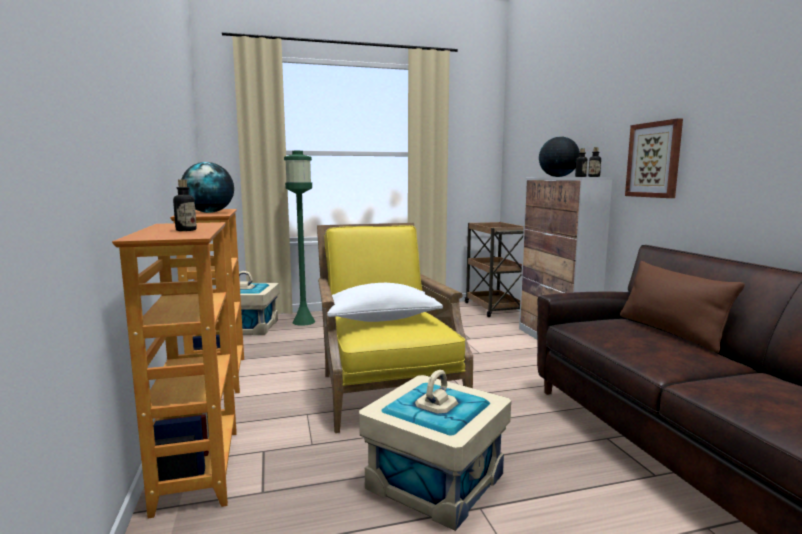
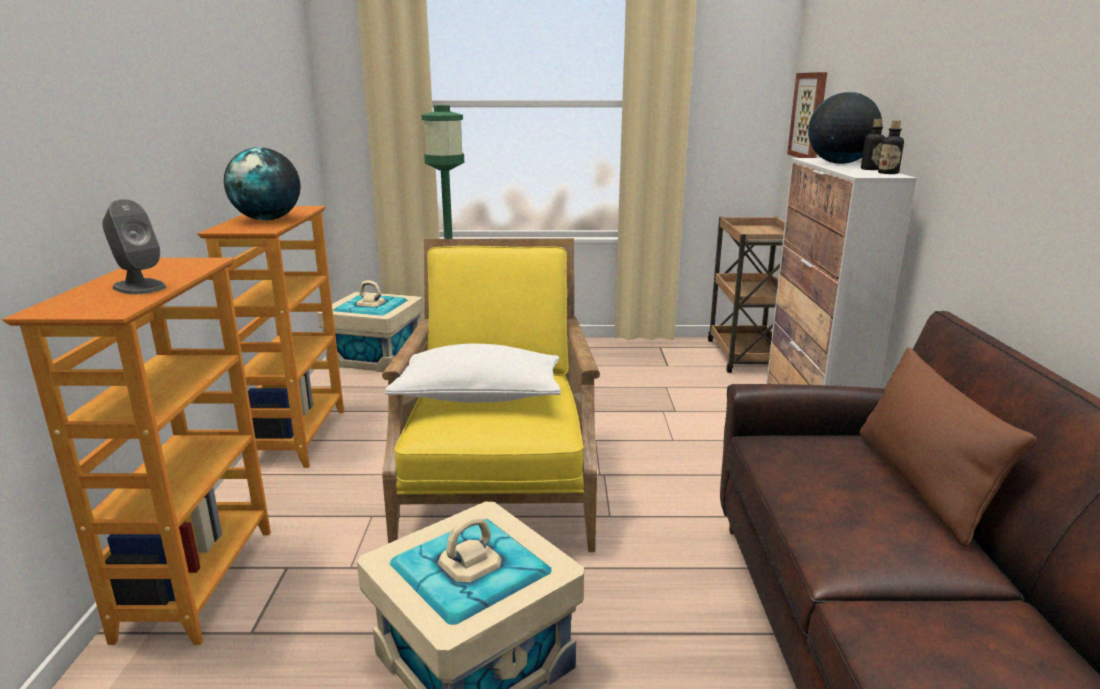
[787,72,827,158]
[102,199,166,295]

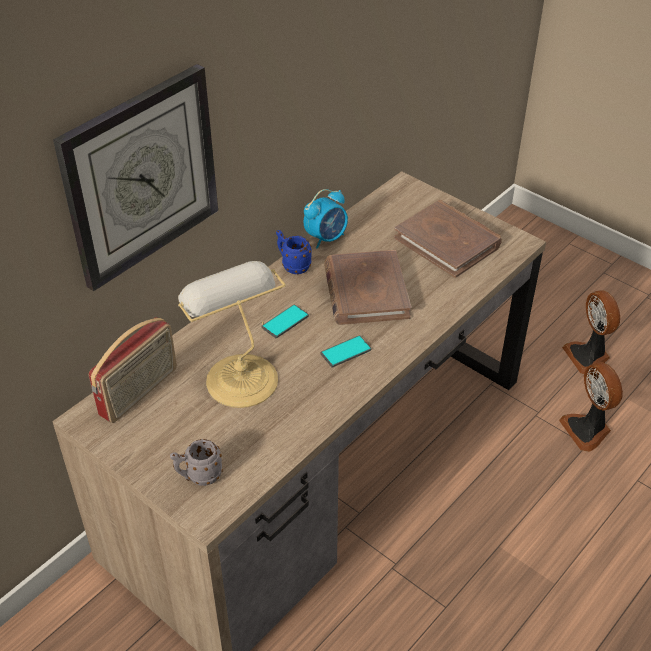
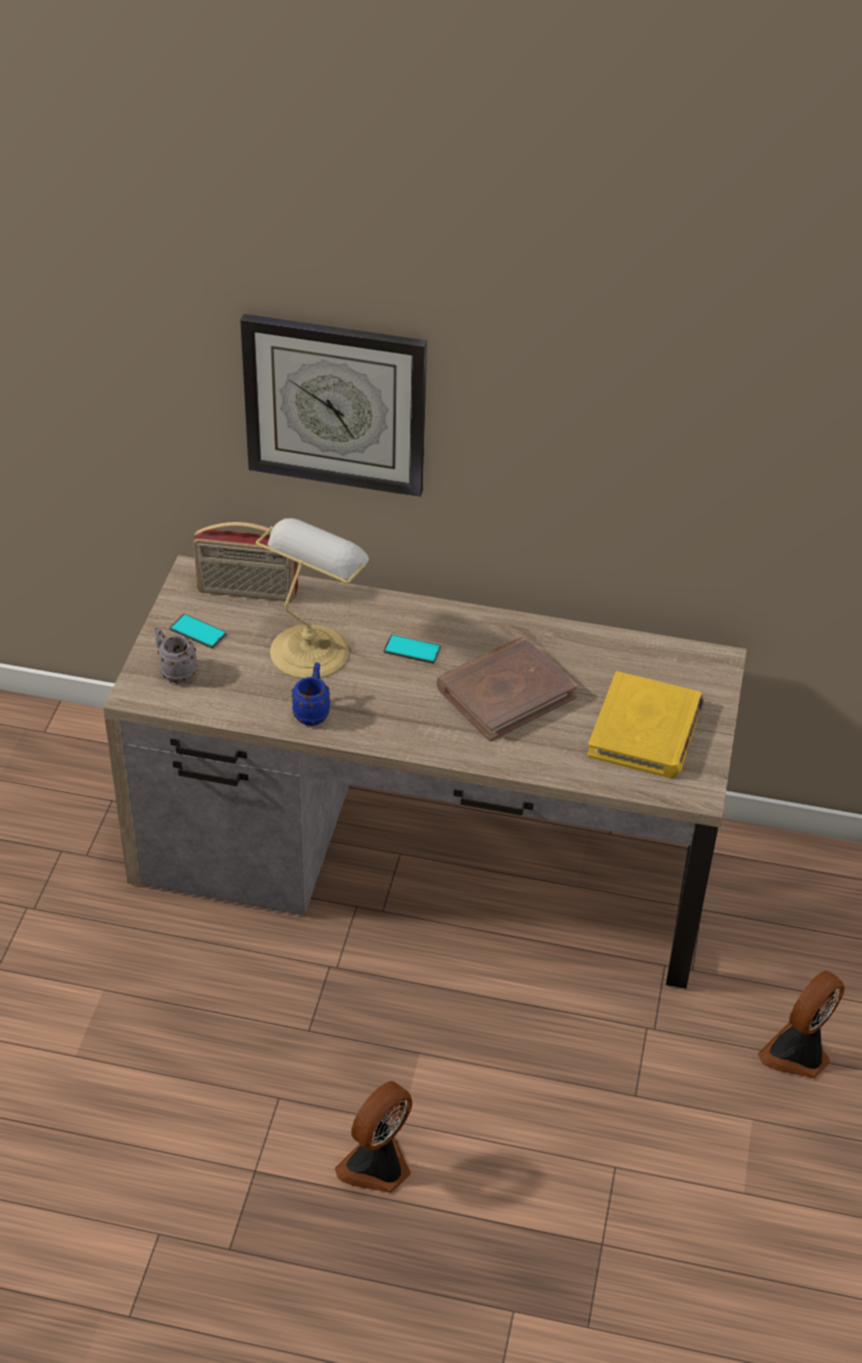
[304,189,348,249] (first image)
[292,662,330,726]
[169,614,226,648]
[335,1081,412,1193]
[587,671,704,778]

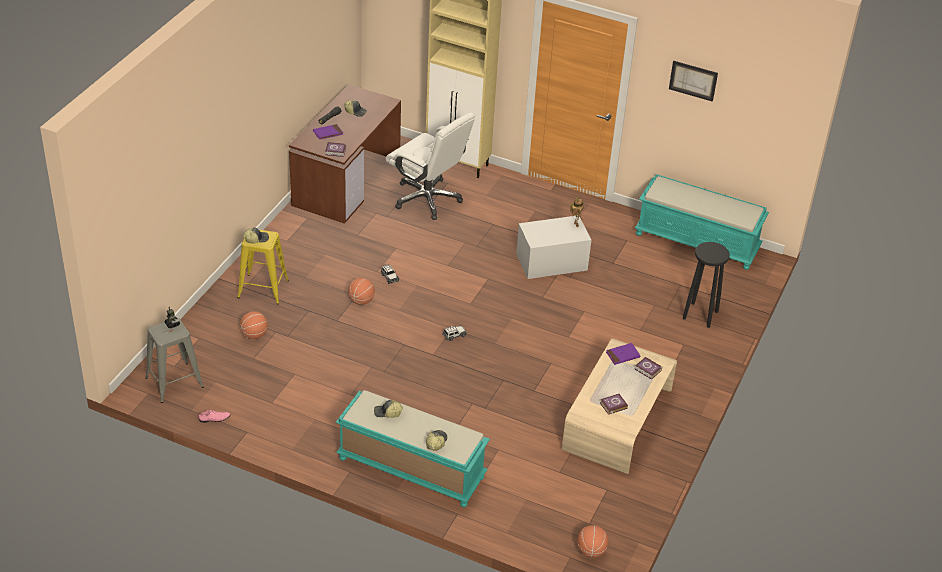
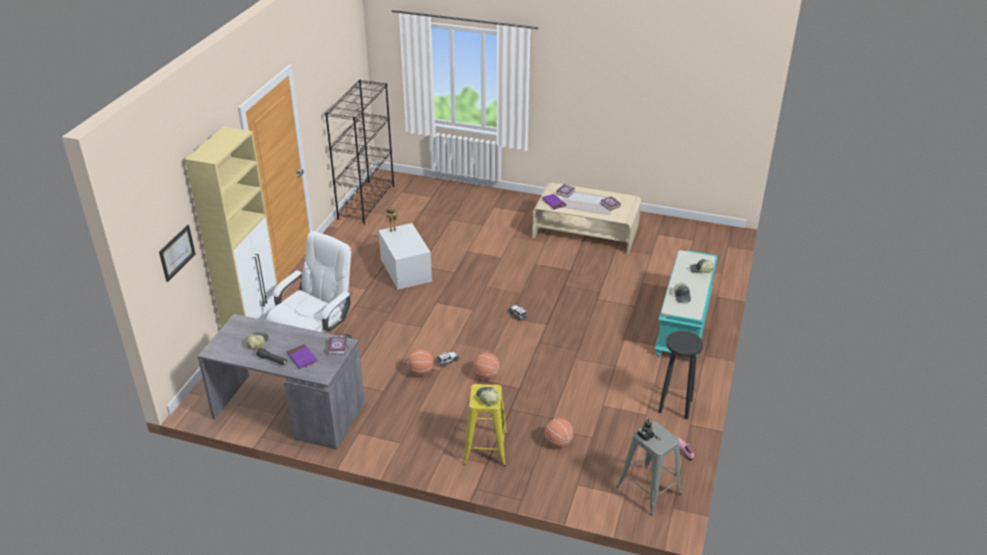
[408,349,434,376]
[159,225,196,282]
[658,331,703,419]
[325,80,394,224]
[198,314,365,450]

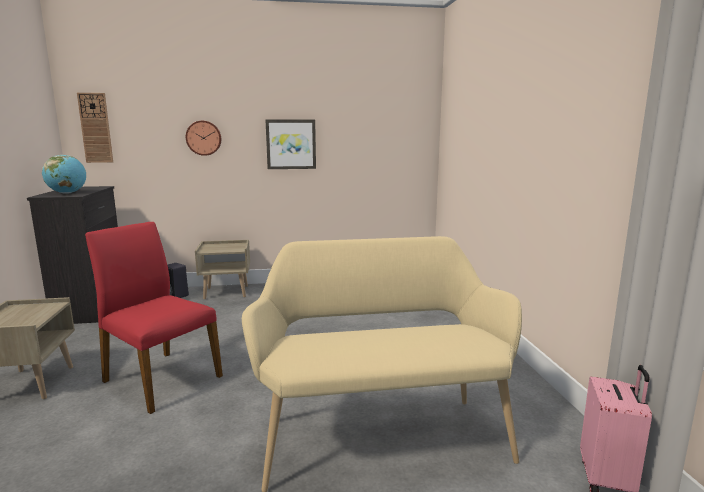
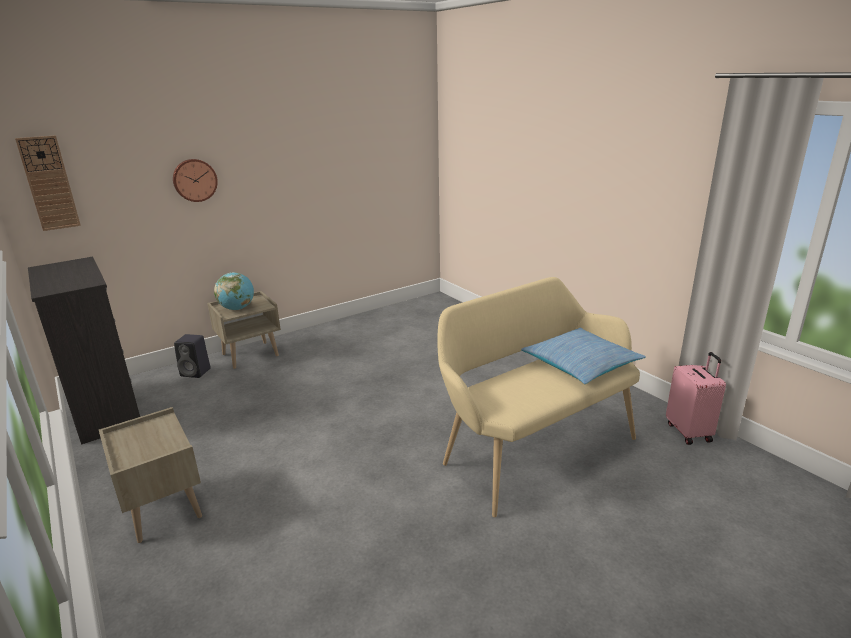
[85,222,223,414] (first image)
[265,119,316,169] (first image)
[521,327,646,384]
[214,272,254,310]

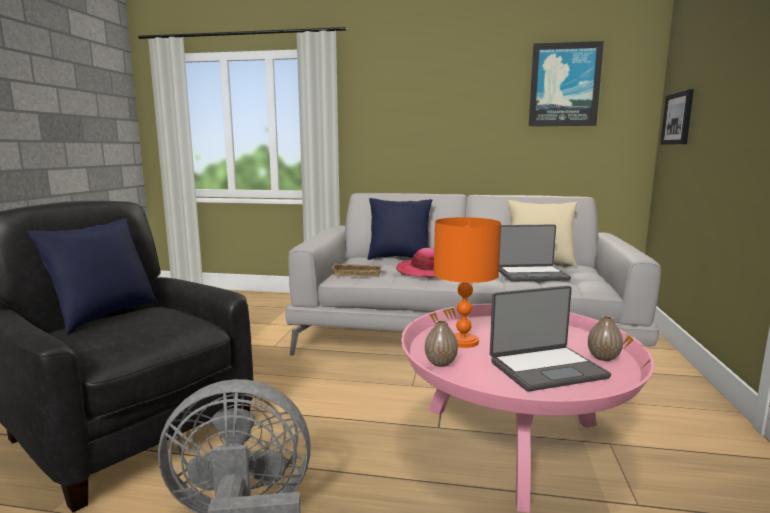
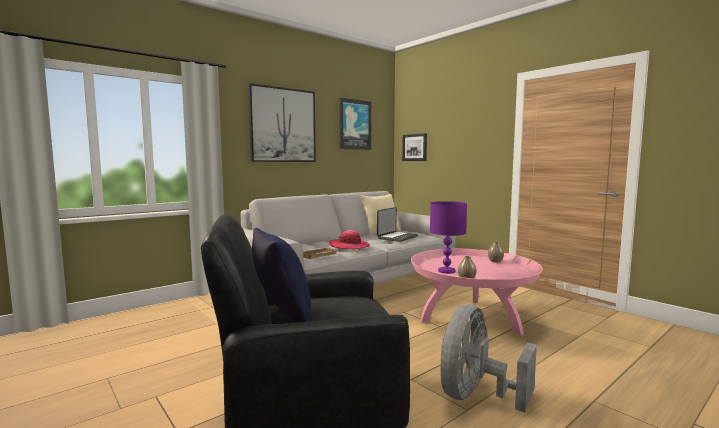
[367,198,432,260] (first image)
[490,286,611,392] (first image)
[248,83,316,162]
[430,201,467,274]

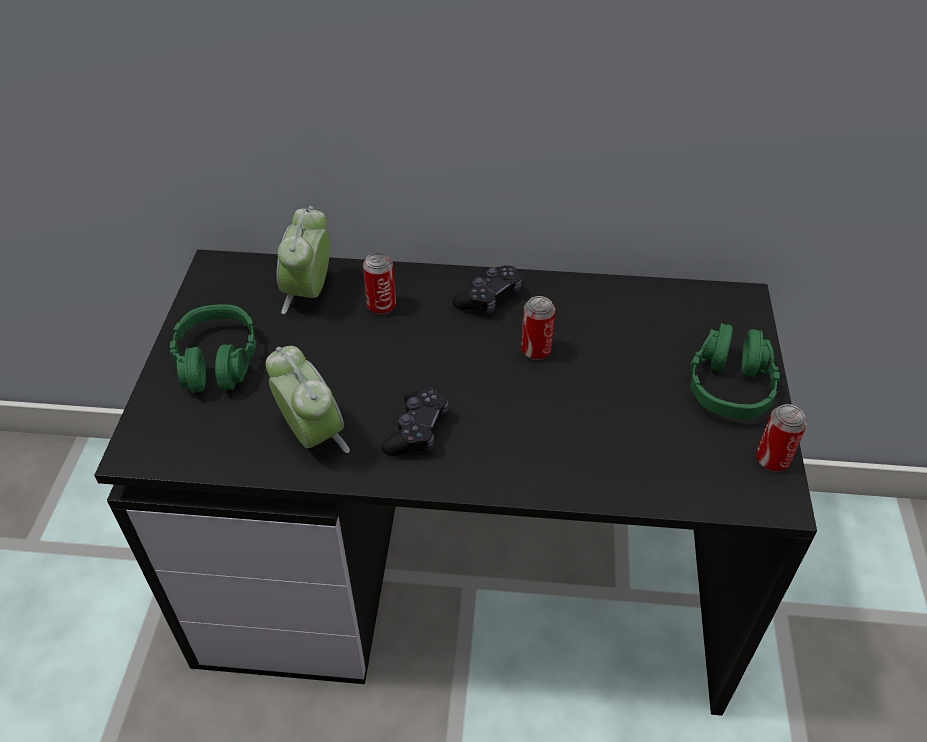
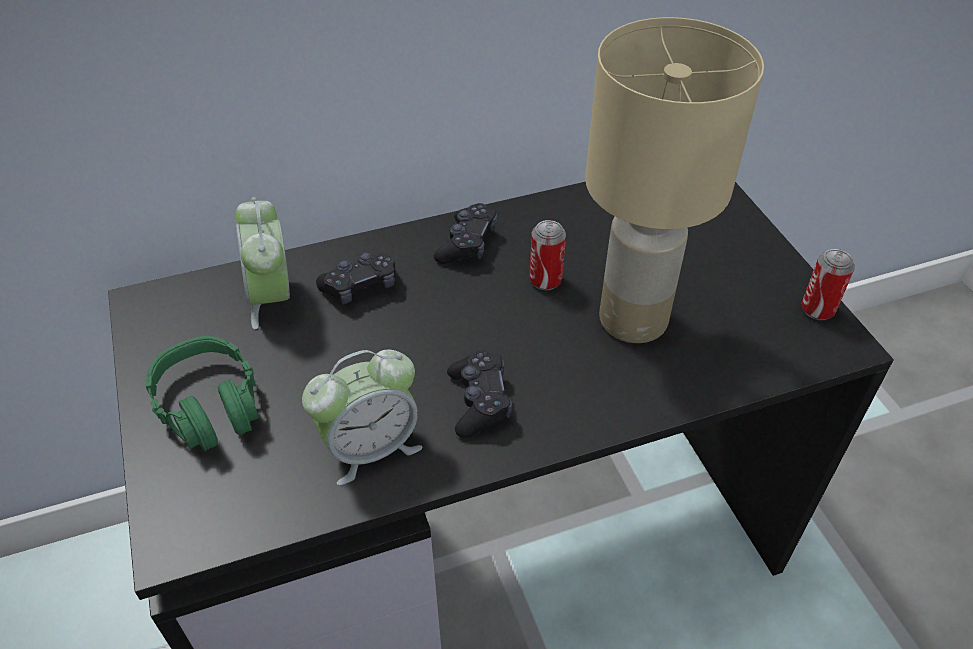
[690,323,780,419] (first image)
[585,17,764,343]
[316,252,395,304]
[302,350,423,485]

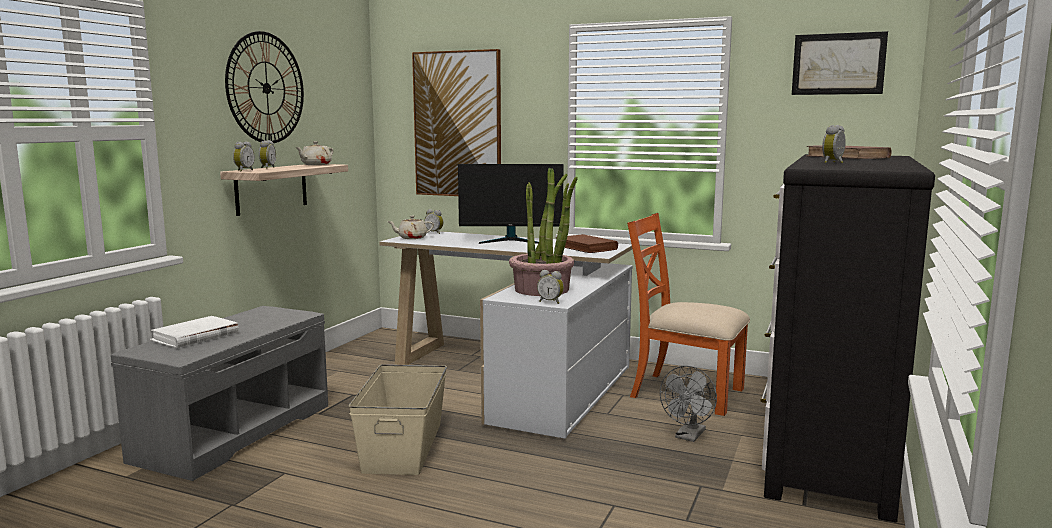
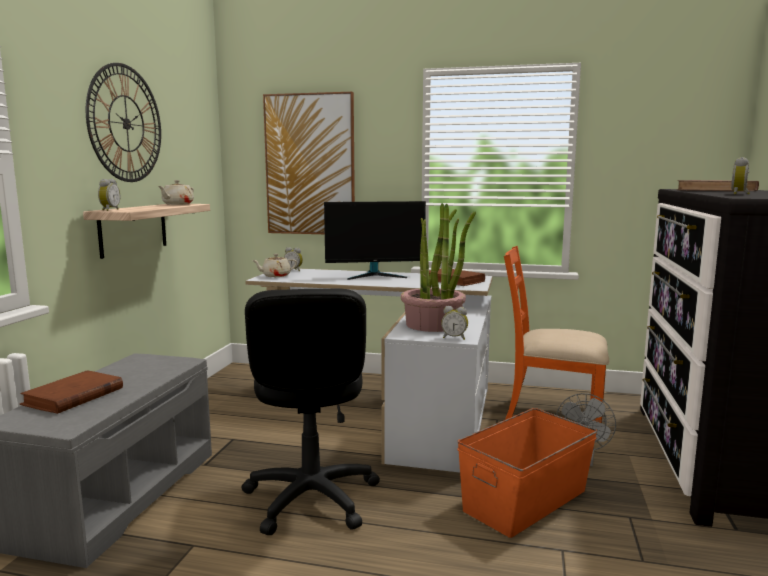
[259,140,276,169] (first image)
[792,31,888,95] (first image)
[457,408,597,538]
[241,288,380,535]
[20,370,123,414]

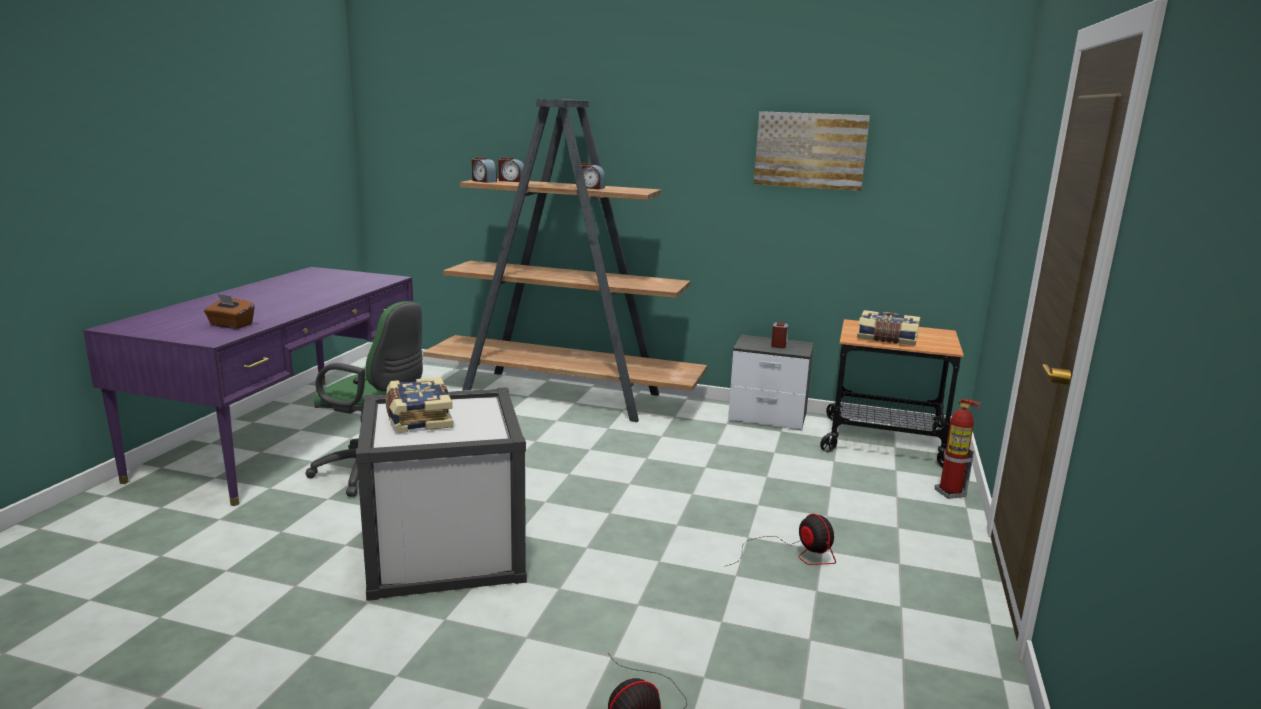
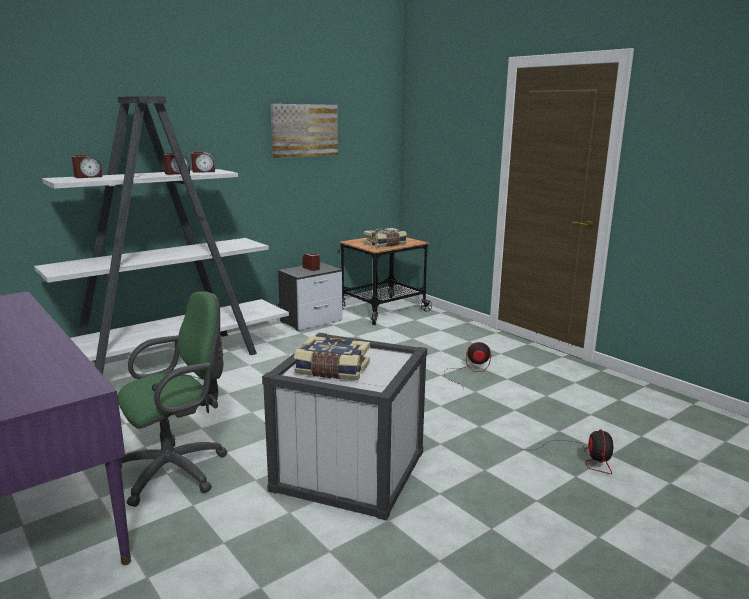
[204,294,255,329] (first image)
[935,399,981,499] (first image)
[191,151,215,172]
[34,96,289,375]

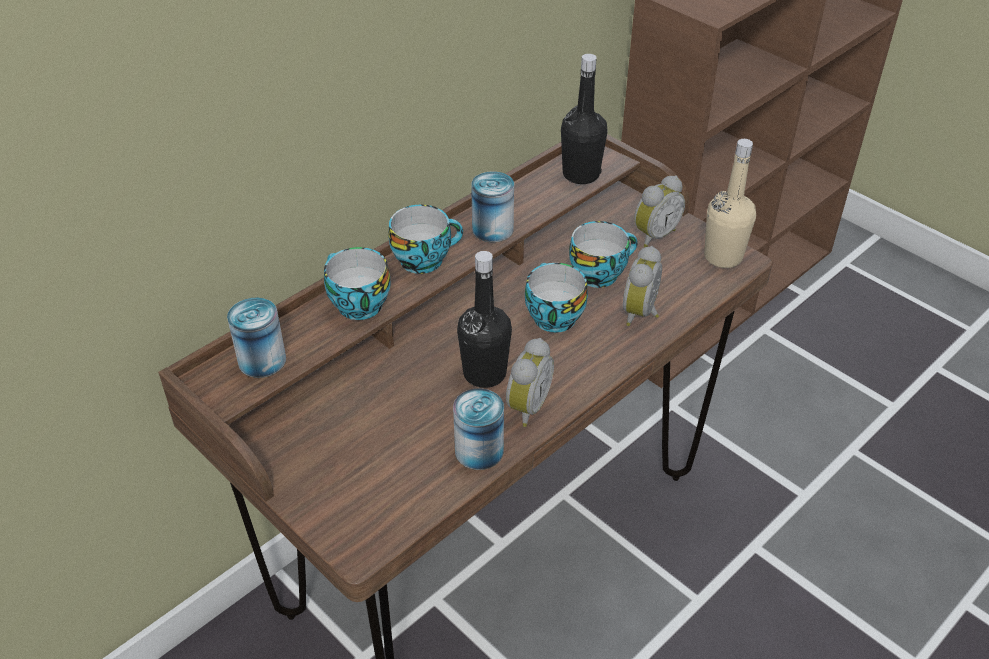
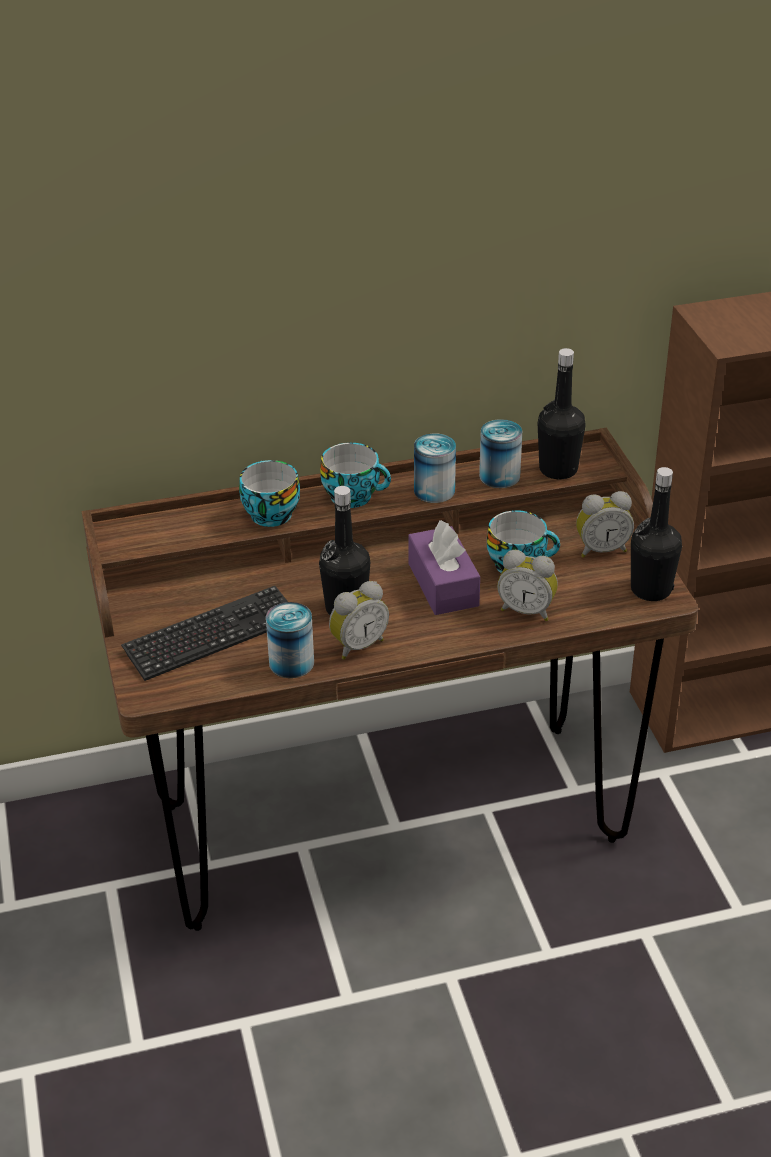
[121,586,288,681]
[479,419,522,488]
[408,520,480,615]
[631,467,682,601]
[497,550,558,621]

